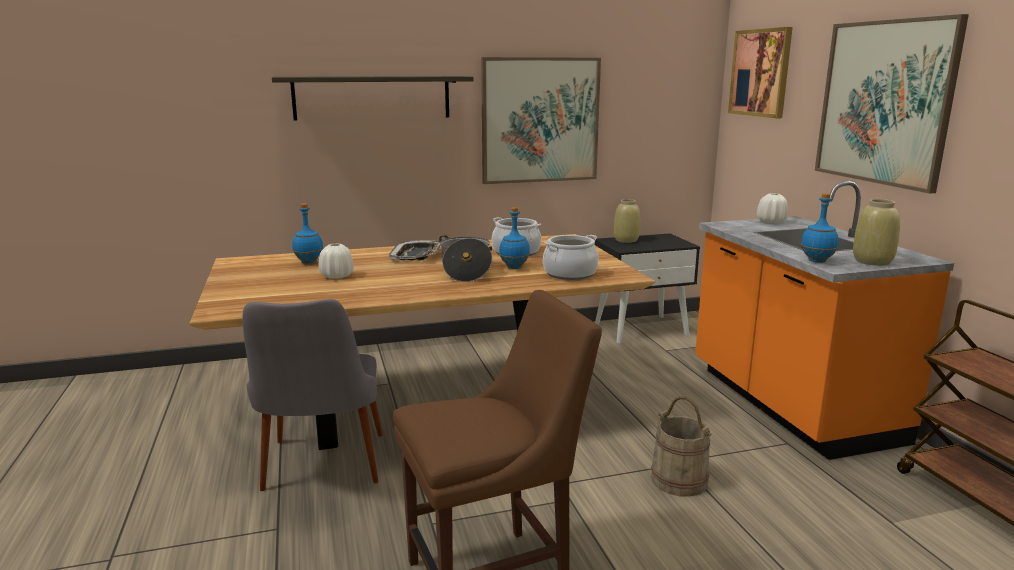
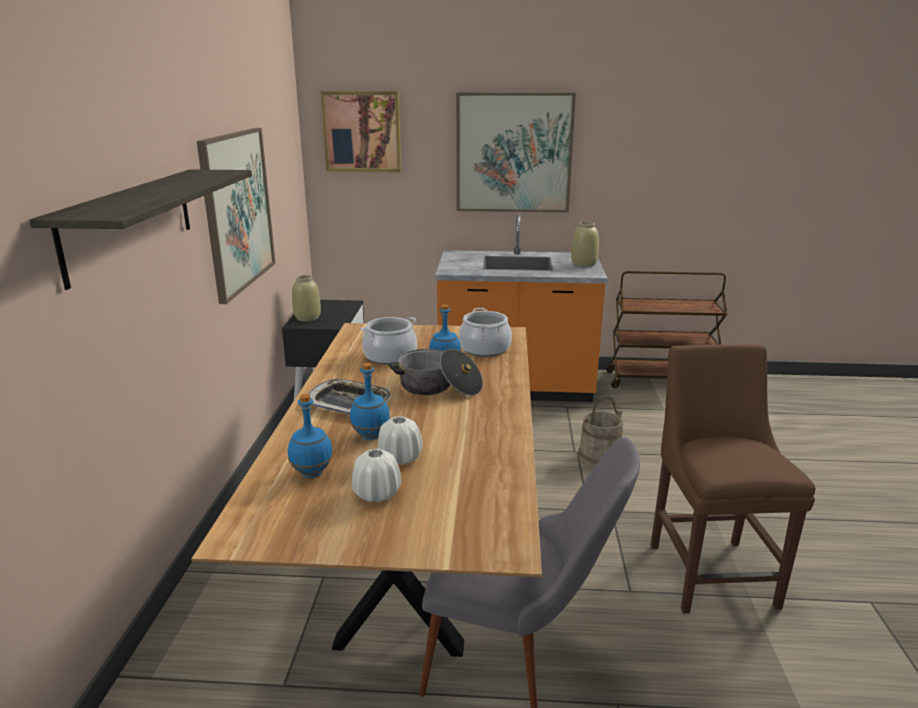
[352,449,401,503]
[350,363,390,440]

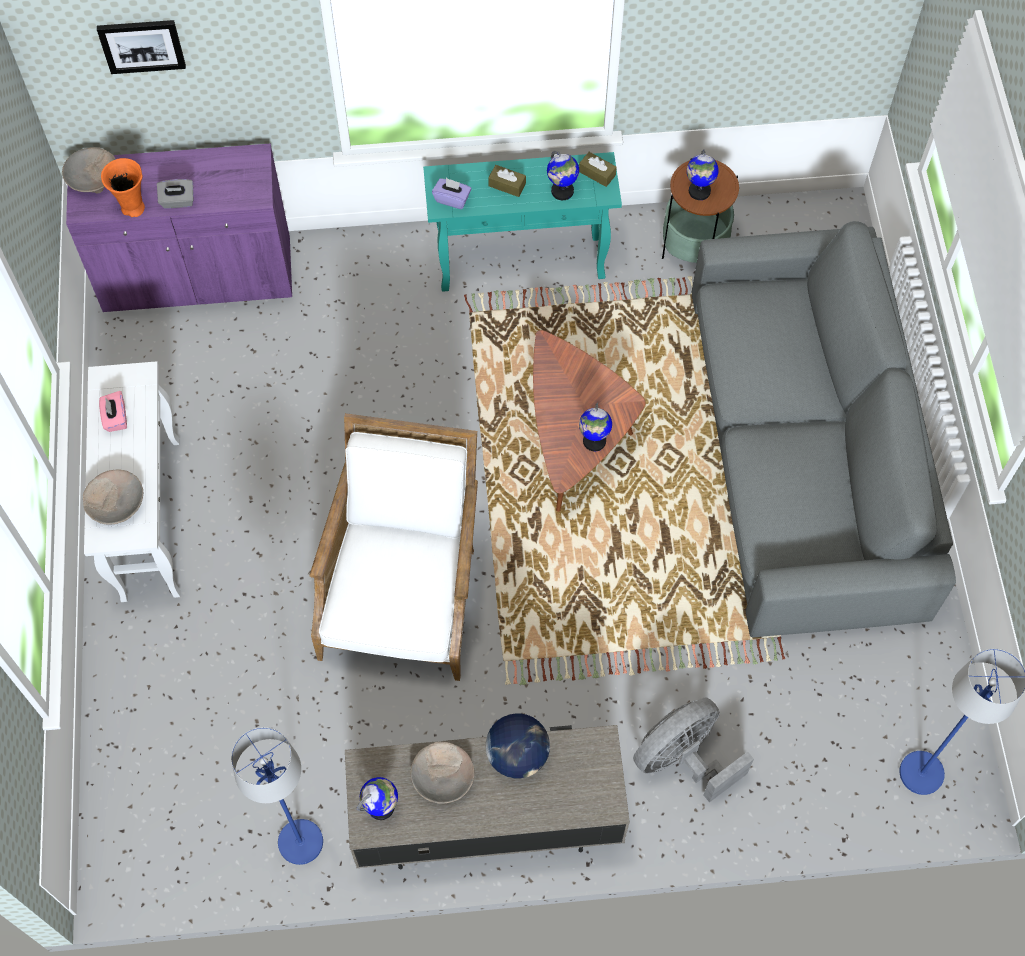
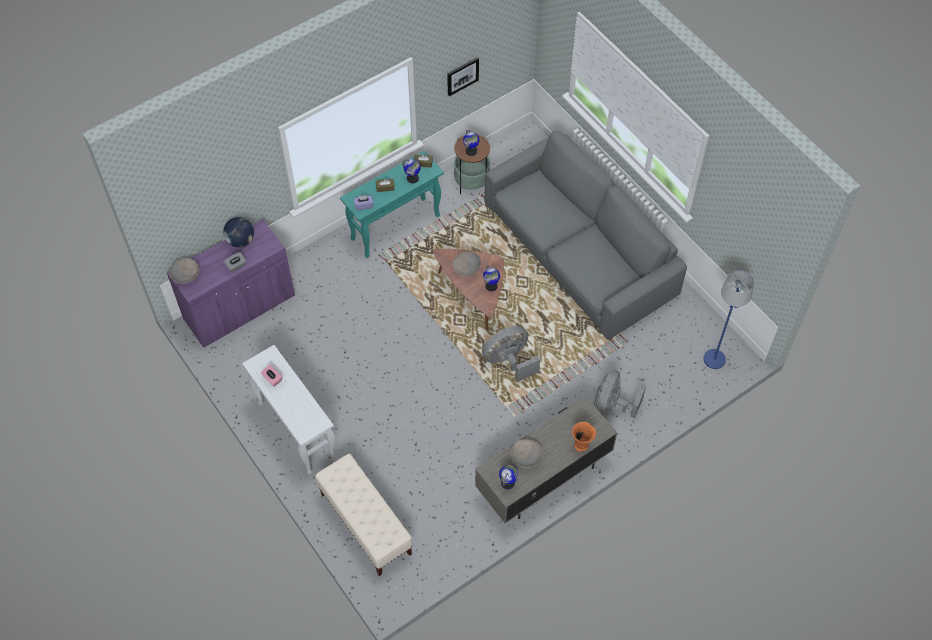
[231,727,323,865] (first image)
[309,413,478,681] (first image)
[315,454,412,576]
[482,326,540,382]
[452,251,481,276]
[447,57,479,96]
[572,422,596,452]
[223,217,254,247]

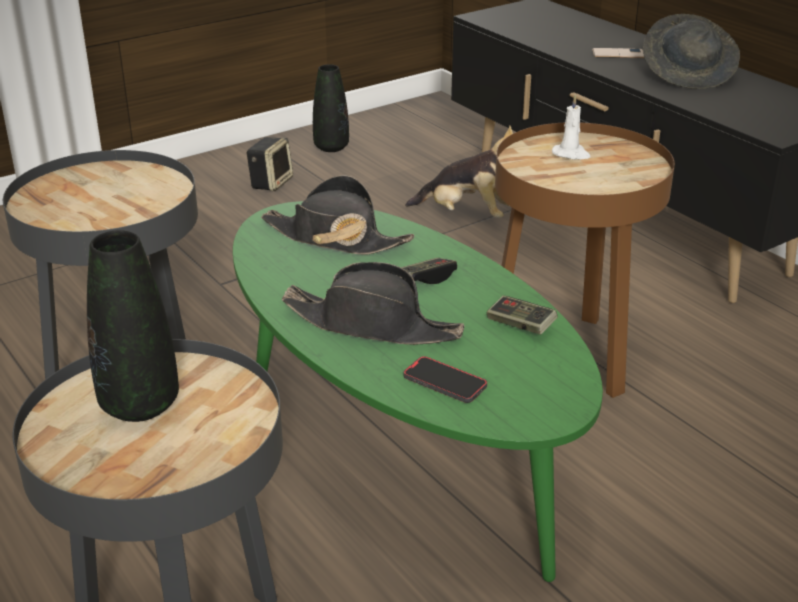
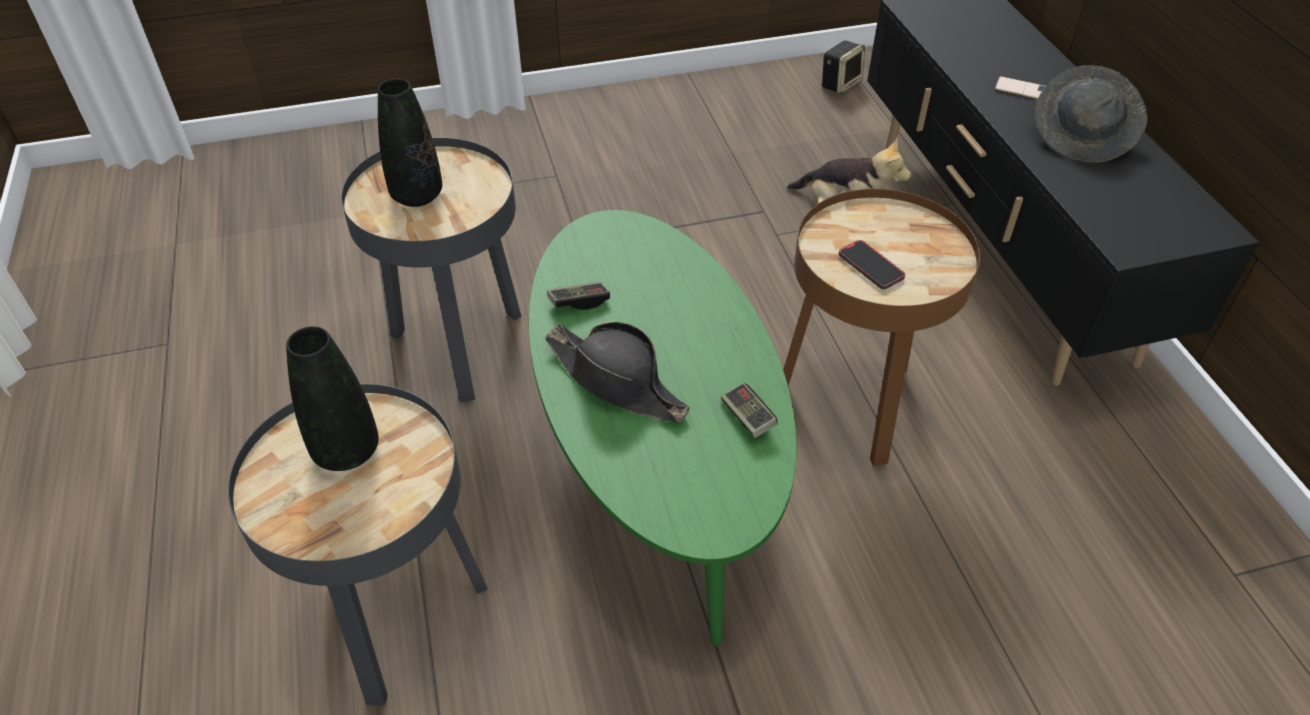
[261,175,415,255] (first image)
[552,94,590,160] (first image)
[822,40,865,94]
[378,78,442,207]
[547,282,610,310]
[839,240,905,289]

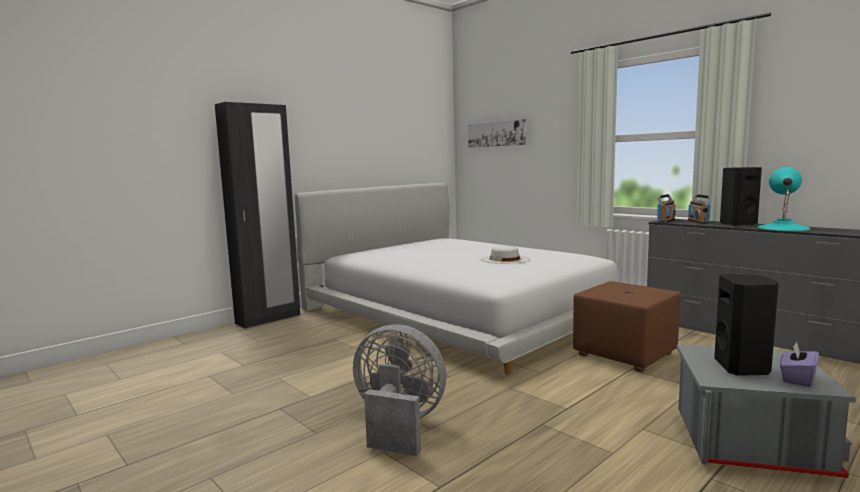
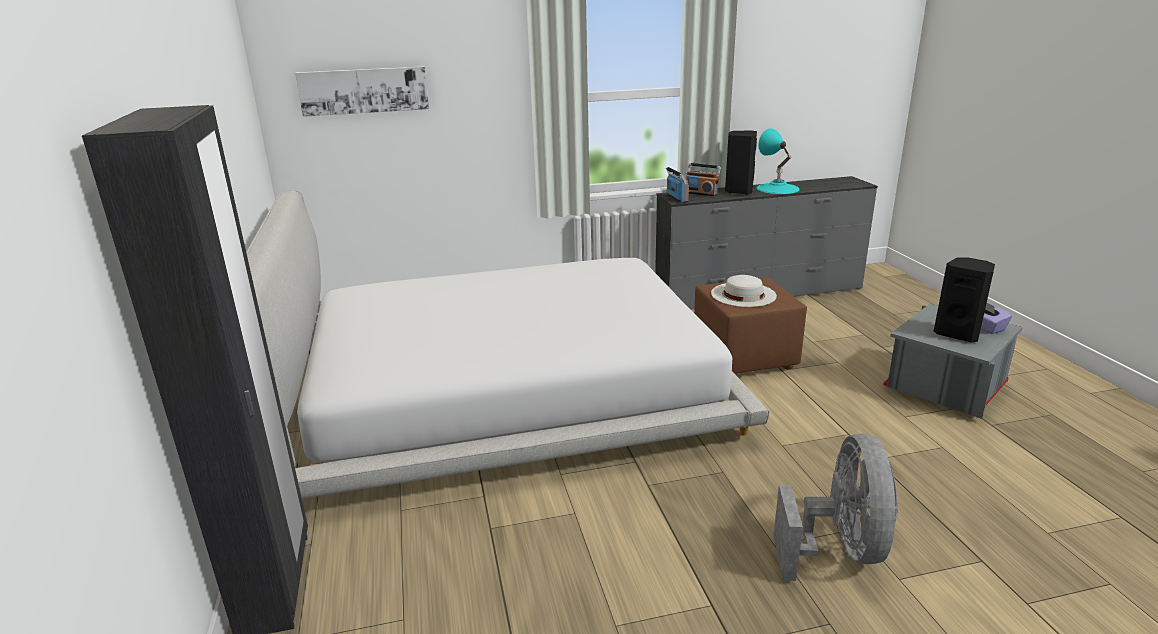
[711,275,777,307]
[773,434,898,581]

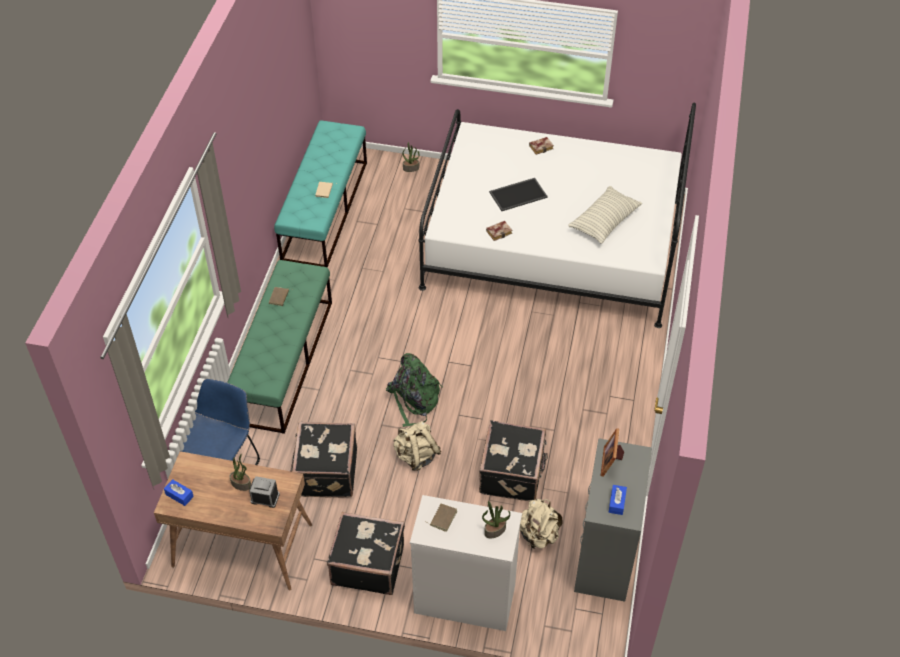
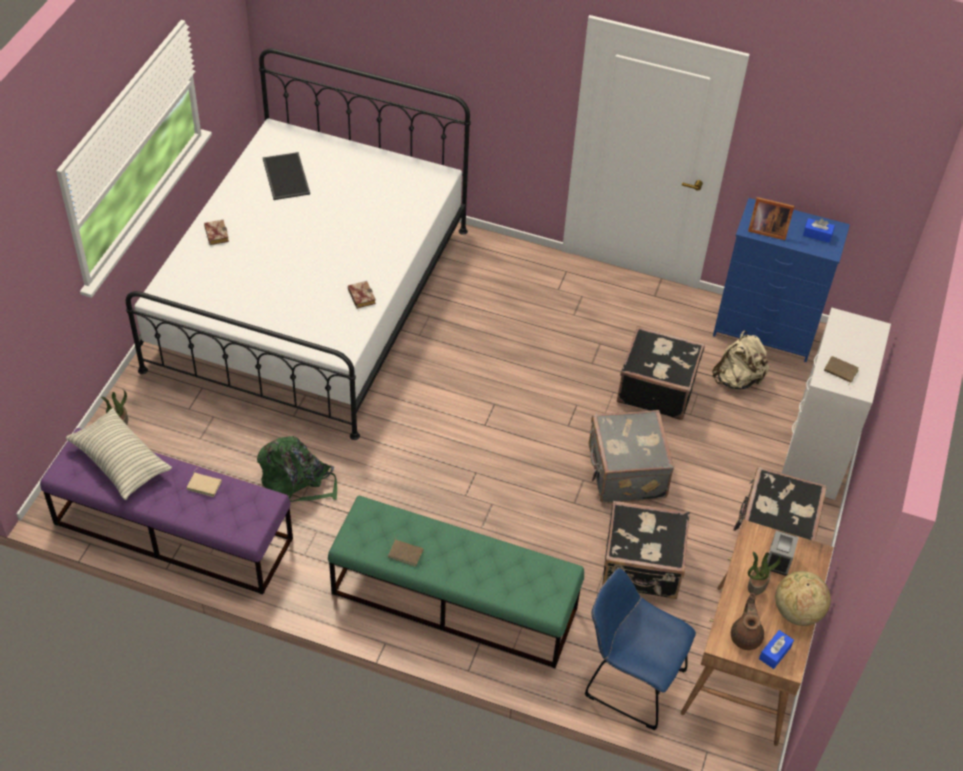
[482,501,510,538] (first image)
[731,593,764,650]
[775,571,831,626]
[257,436,337,502]
[263,152,310,200]
[66,408,172,500]
[589,410,674,503]
[40,428,293,595]
[713,198,850,362]

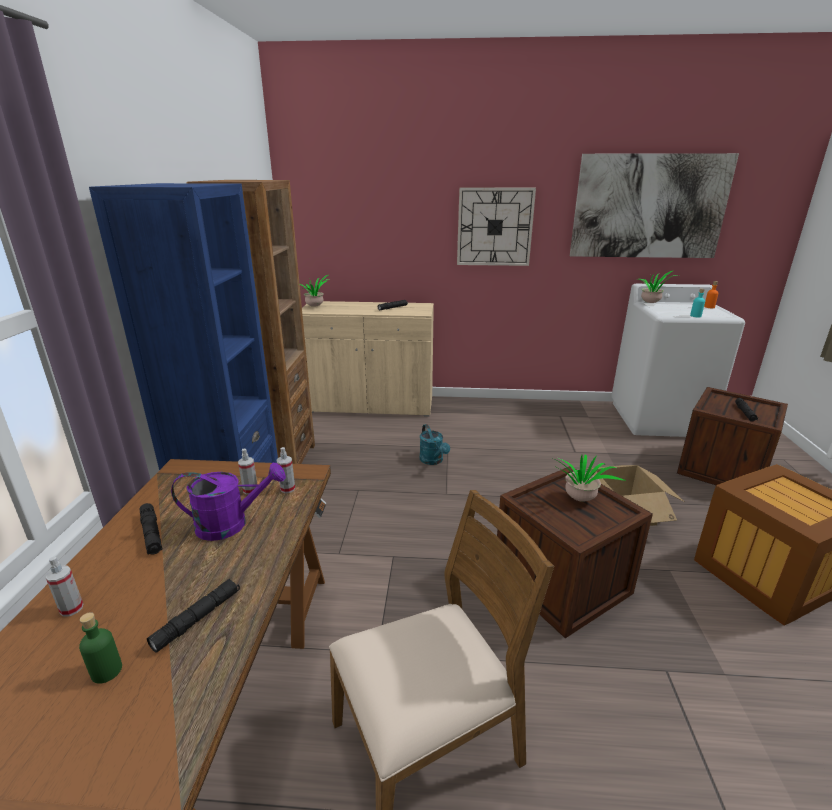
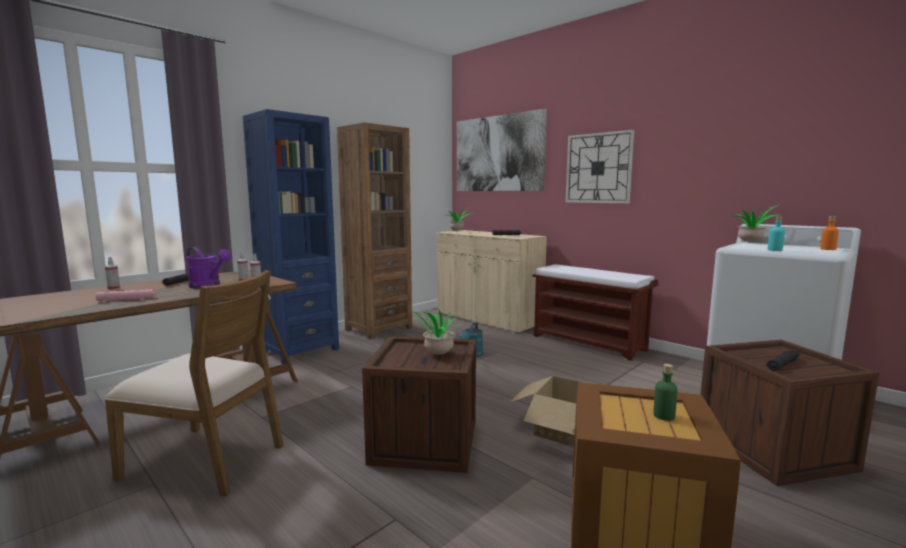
[532,264,658,361]
[653,364,678,421]
[457,109,547,191]
[96,290,157,301]

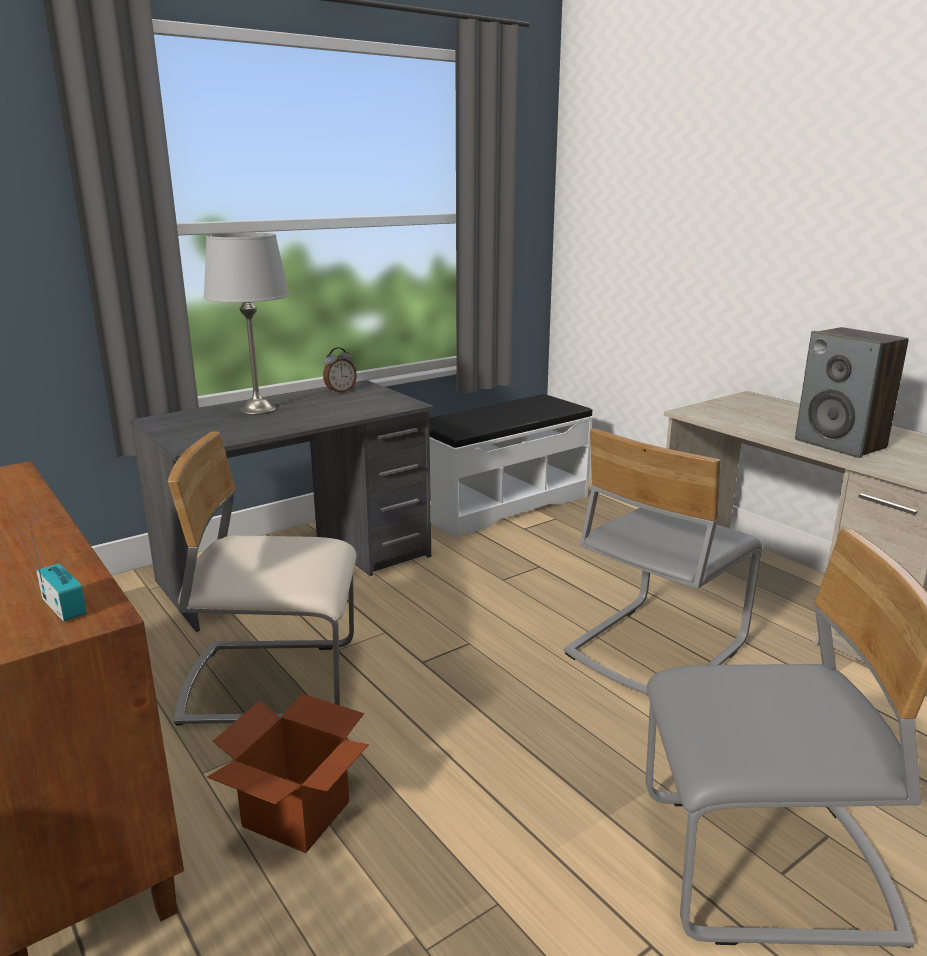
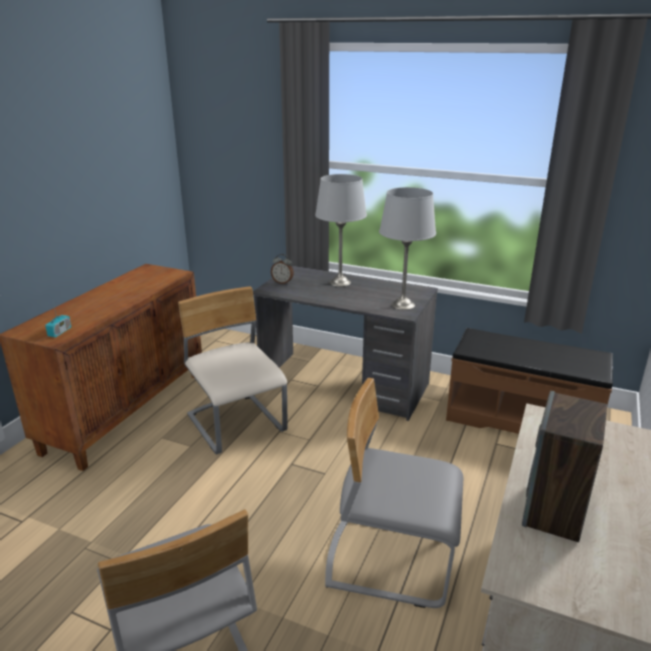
[207,694,369,853] (first image)
[379,187,436,310]
[271,254,294,284]
[446,328,613,434]

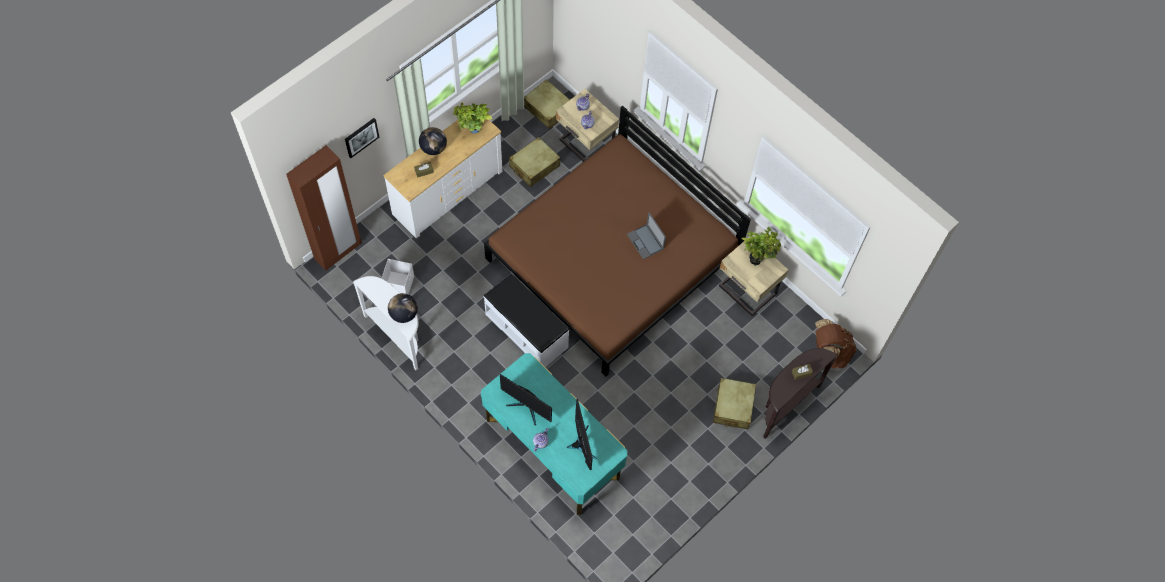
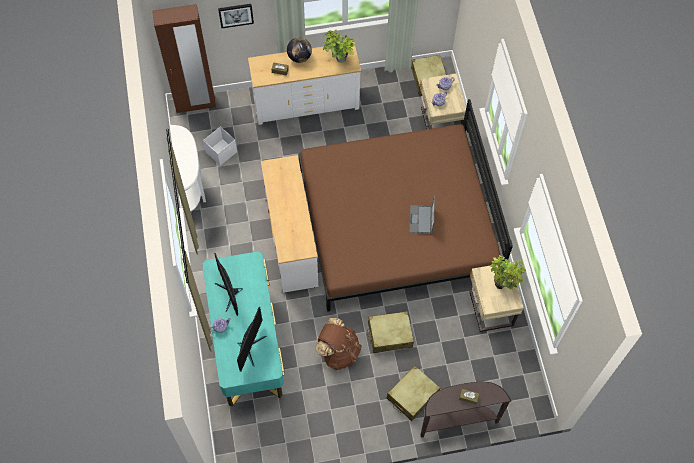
[388,293,418,323] (first image)
[367,311,414,353]
[316,318,362,370]
[261,155,318,293]

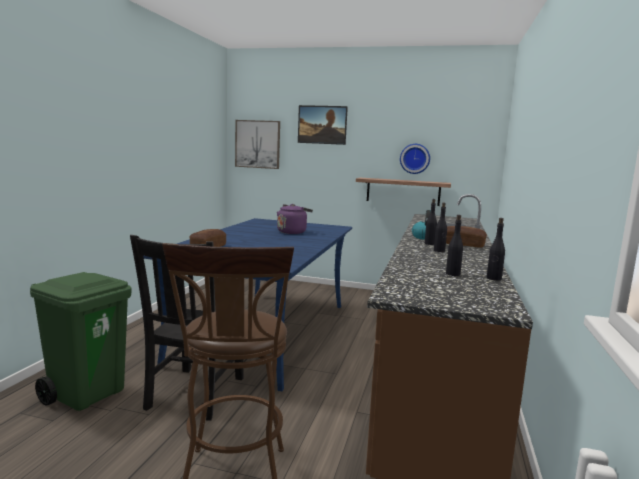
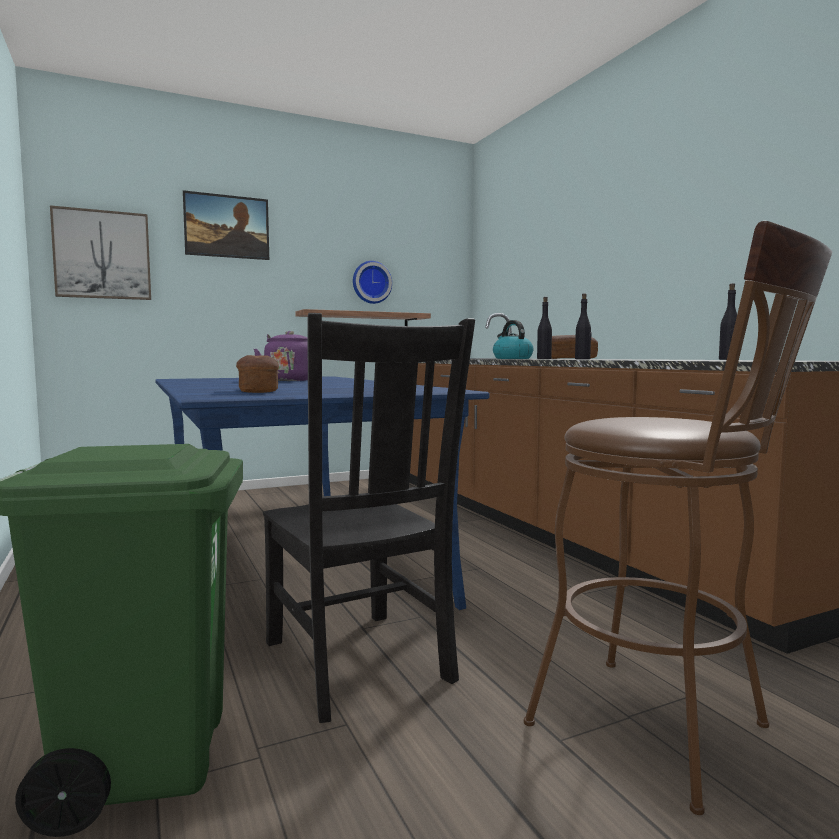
[446,215,463,276] (first image)

